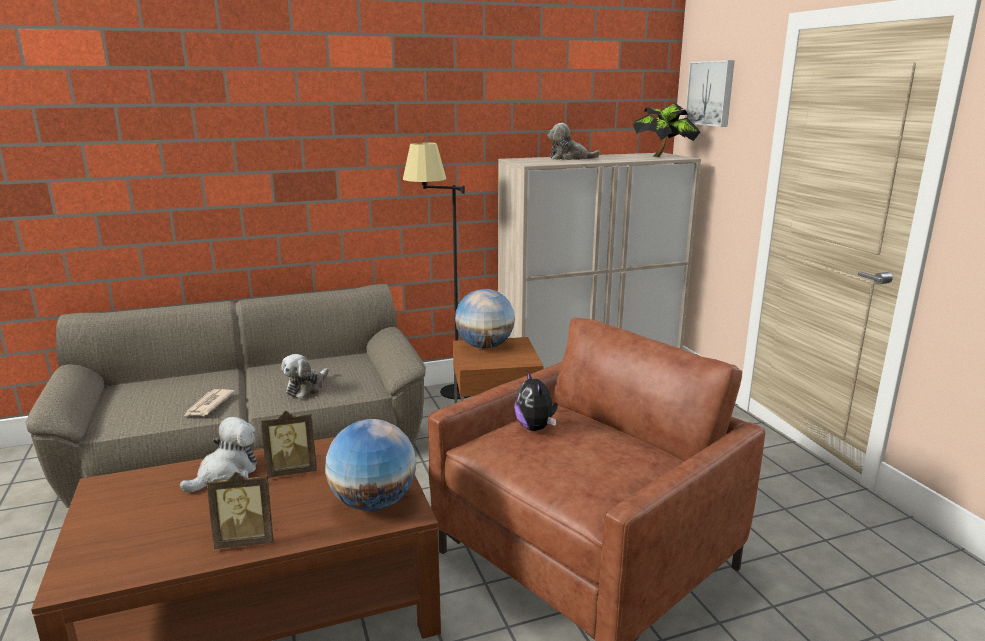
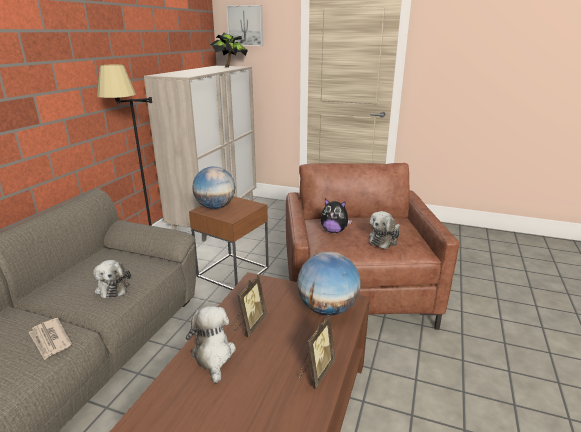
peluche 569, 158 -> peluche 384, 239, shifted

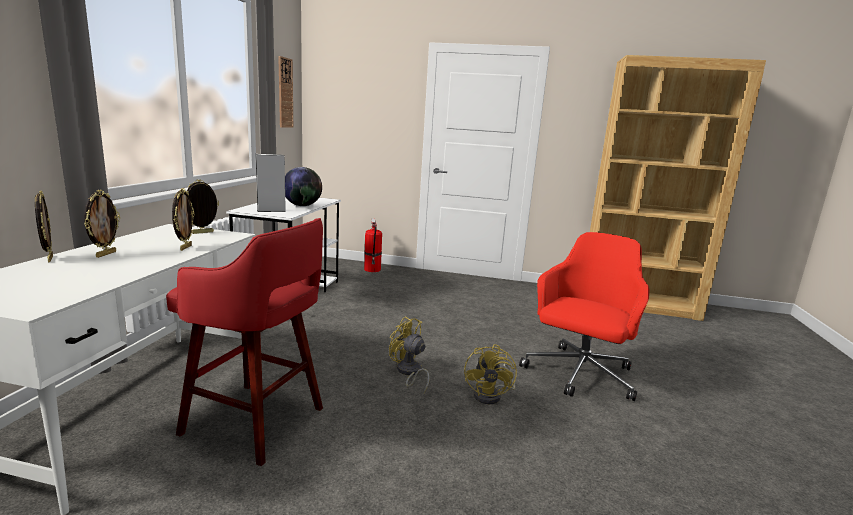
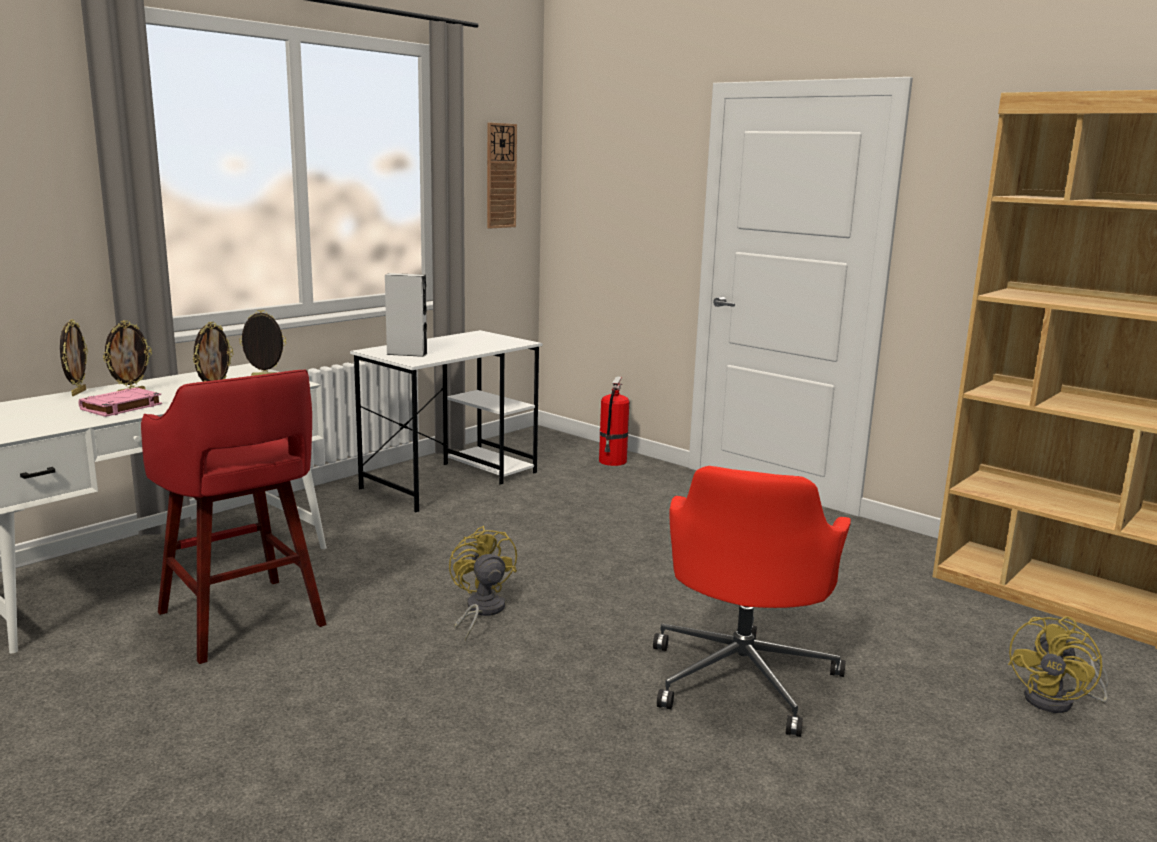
globo terráqueo 302, 205 -> none
none -> libro [rosa] 121, 407
ventilador [amarillo] 492, 395 -> ventilador [amarillo] 1058, 701, shifted
silla de oficina [rojo] 579, 375 -> silla de oficina [rojo] 742, 677, 135 degrees clockwise

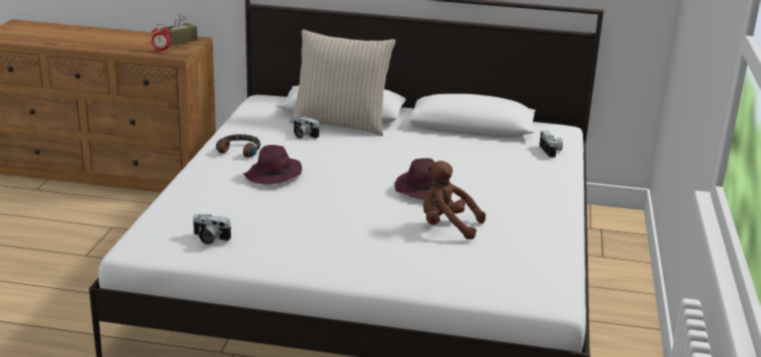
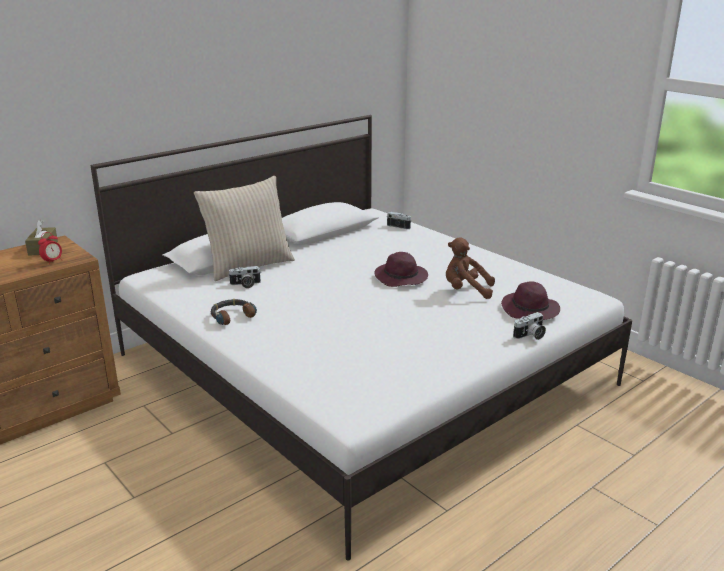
cámara 209, 238 -> cámara 530, 335, shifted
sombrero [morado] 273, 175 -> sombrero [morado] 530, 310, shifted
peluche [marrón] 447, 226 -> peluche [marrón] 466, 291, 45 degrees clockwise

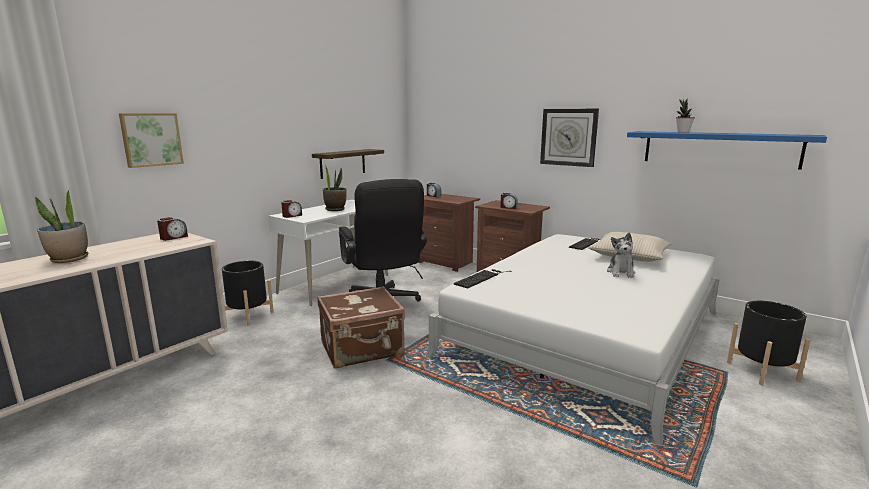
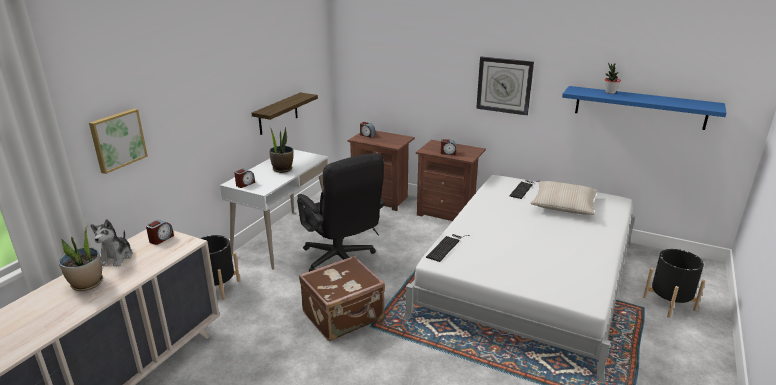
peluche 621, 272 -> peluche 117, 257, shifted

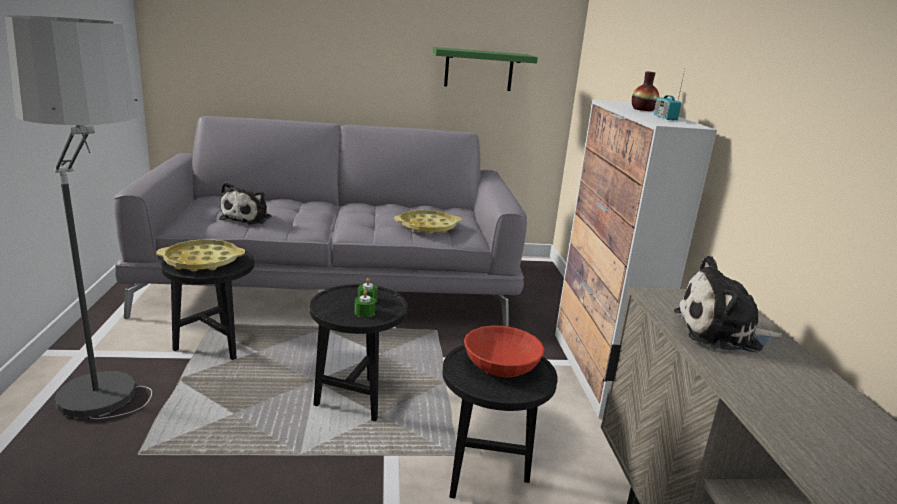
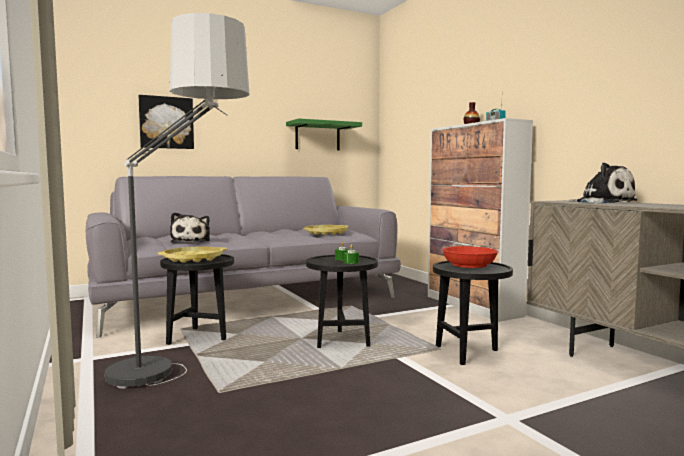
none -> cuadro 166, 123
peluche 722, 332 -> peluche 603, 202, 105 degrees counterclockwise

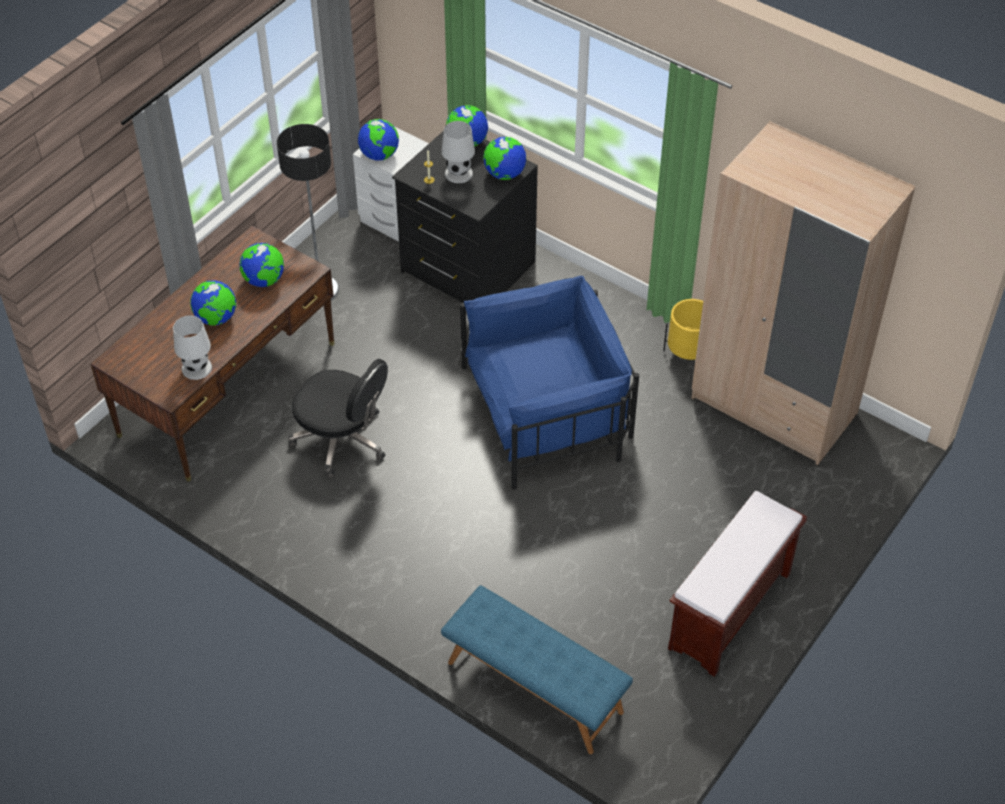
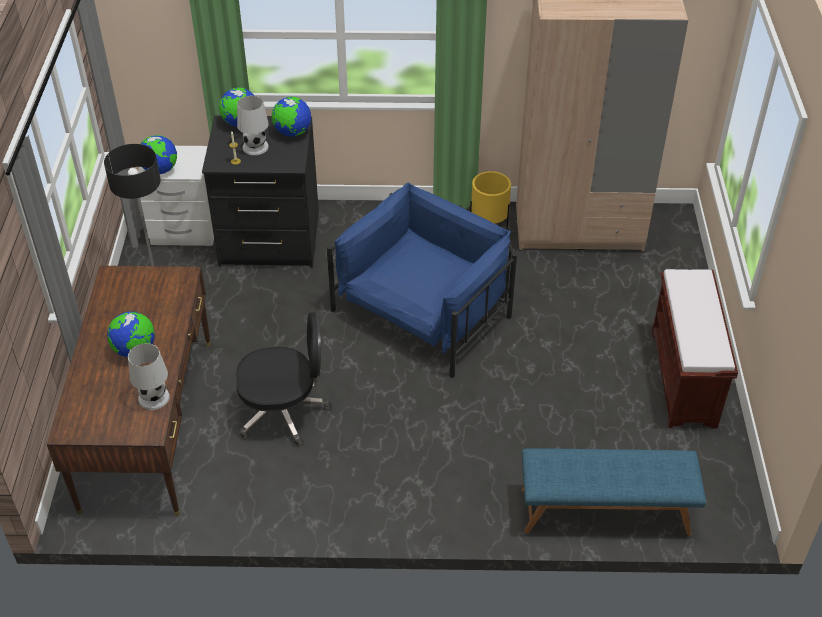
globo terráqueo 264, 280 -> none

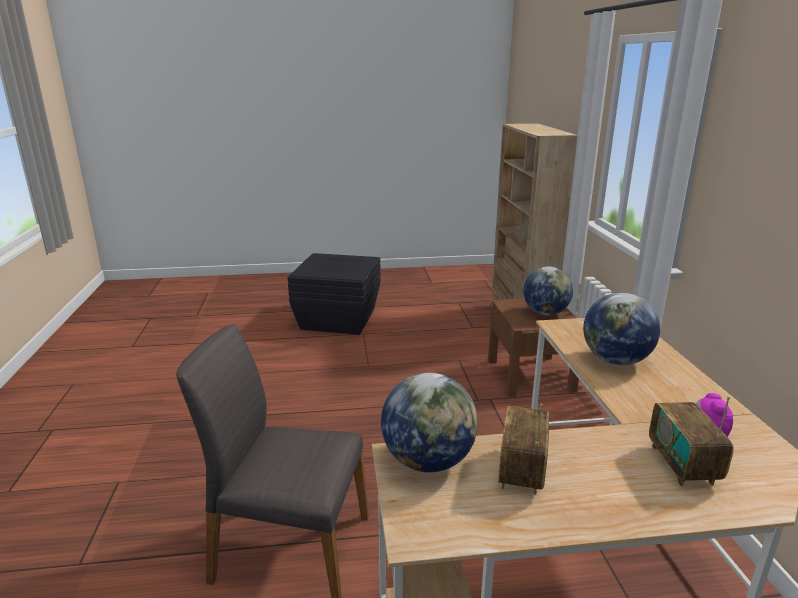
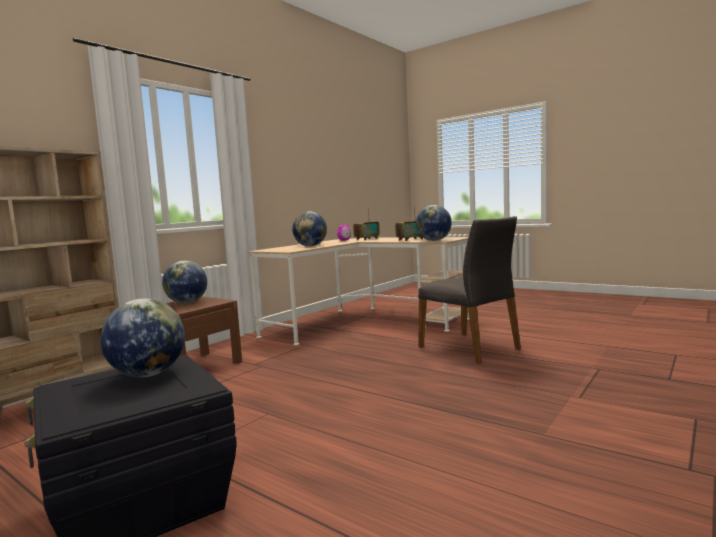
none -> globo terráqueo 148, 374

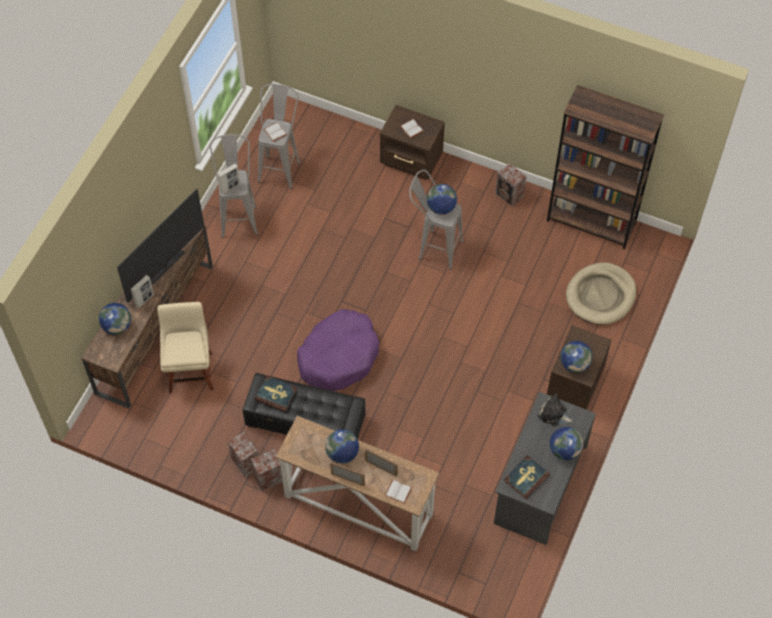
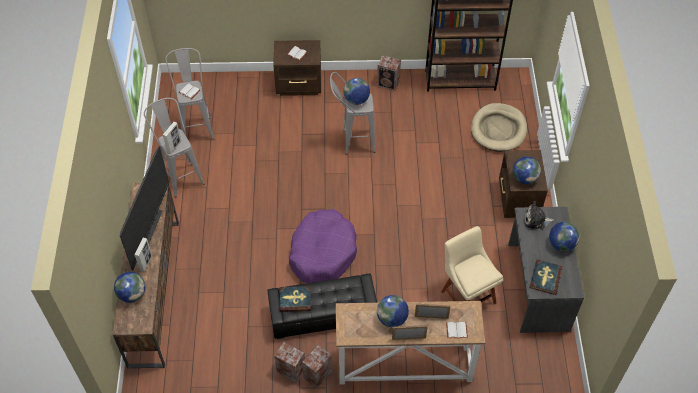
silla [beis] 190, 370 -> silla [beis] 466, 295, shifted

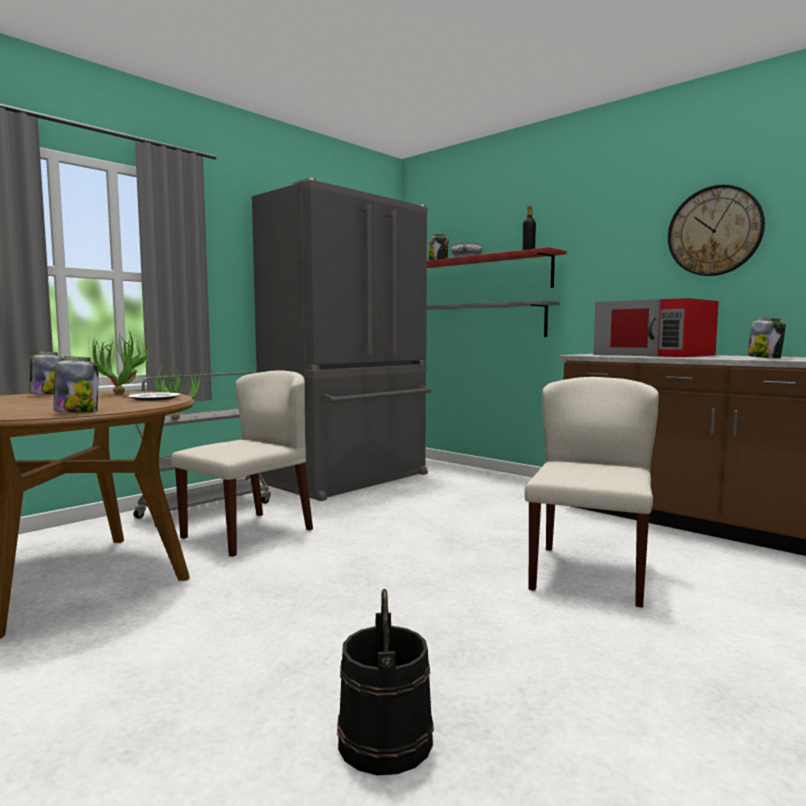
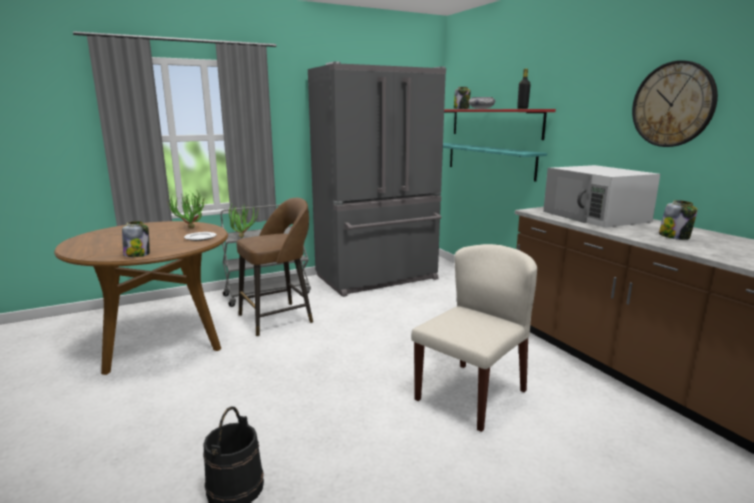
tarro 47, 394 -> none
silla [beis] 248, 533 -> taburete [marrón] 278, 318
estante [gris] 476, 321 -> estante [turquesa] 489, 160
microondas [rojo] 654, 355 -> microondas [blanco] 596, 216

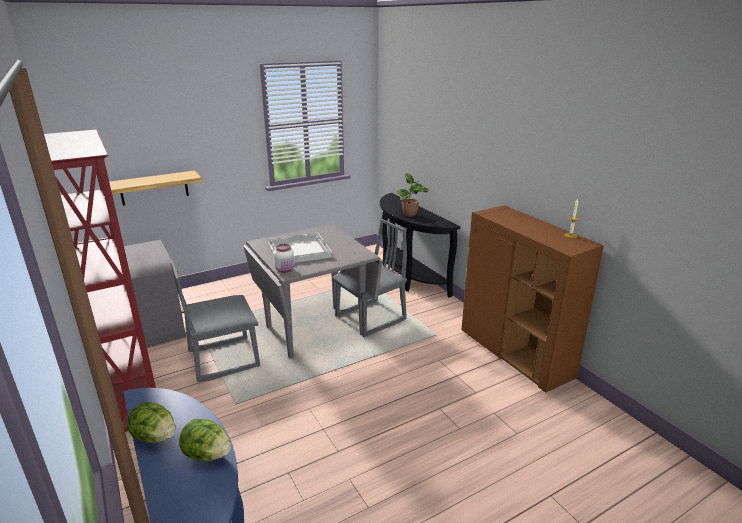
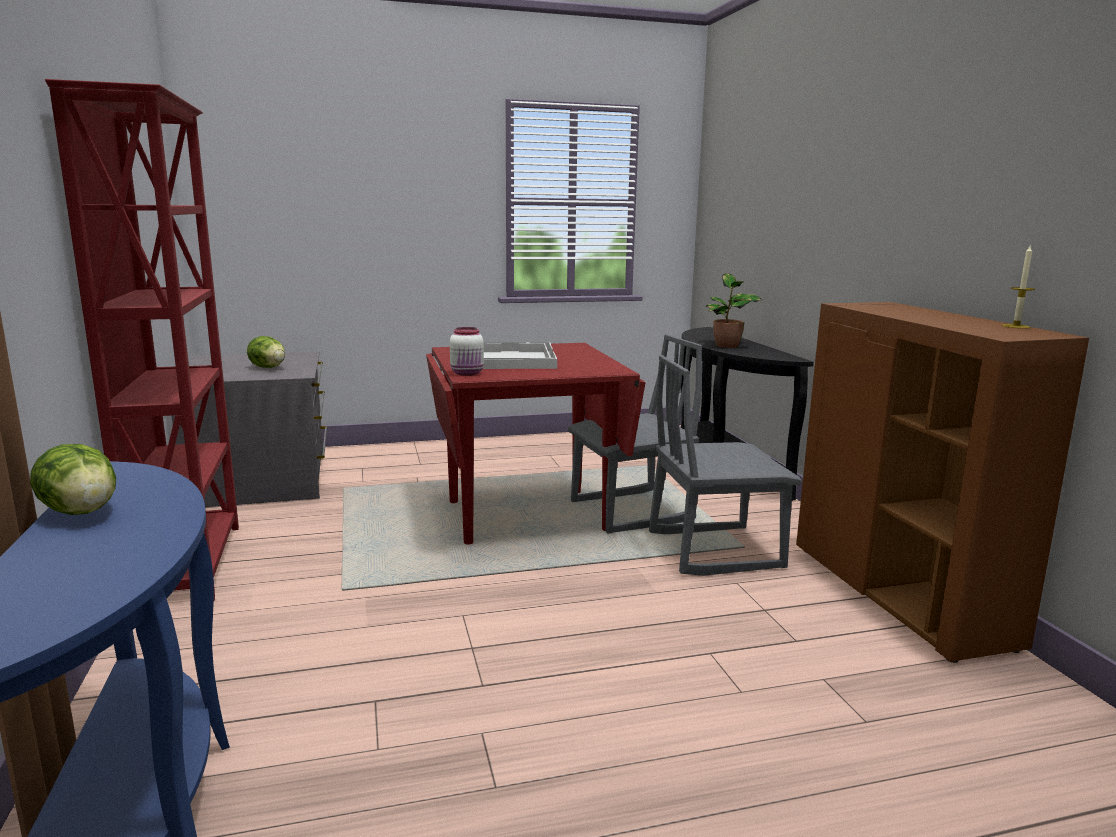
estante 154, 188 -> none
silla [gris] 223, 359 -> silla [gris] 714, 550, shifted
lechuga 207, 454 -> lechuga 268, 367, shifted
mesa de comedor [gris] 314, 330 -> mesa de comedor [rojo] 526, 515

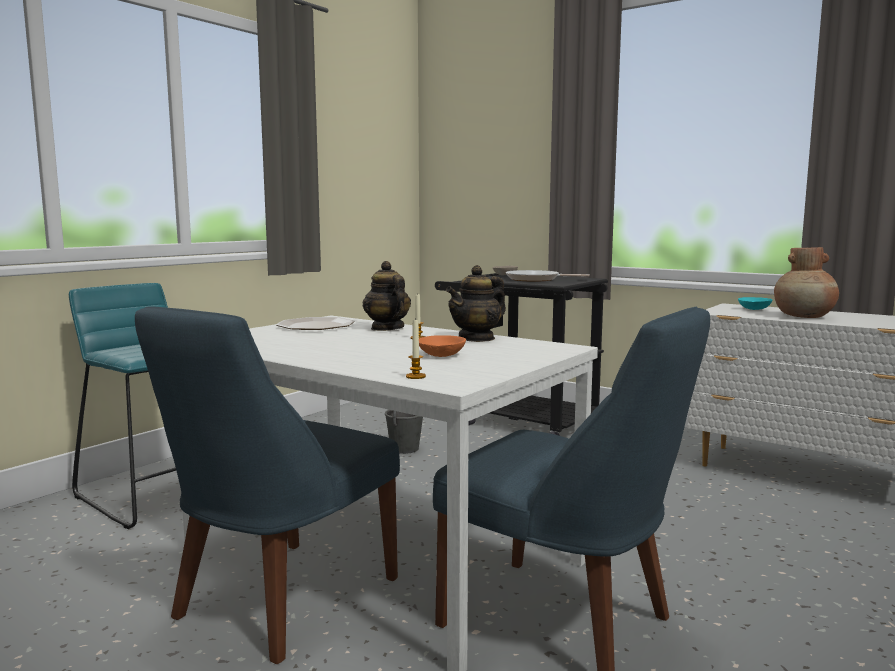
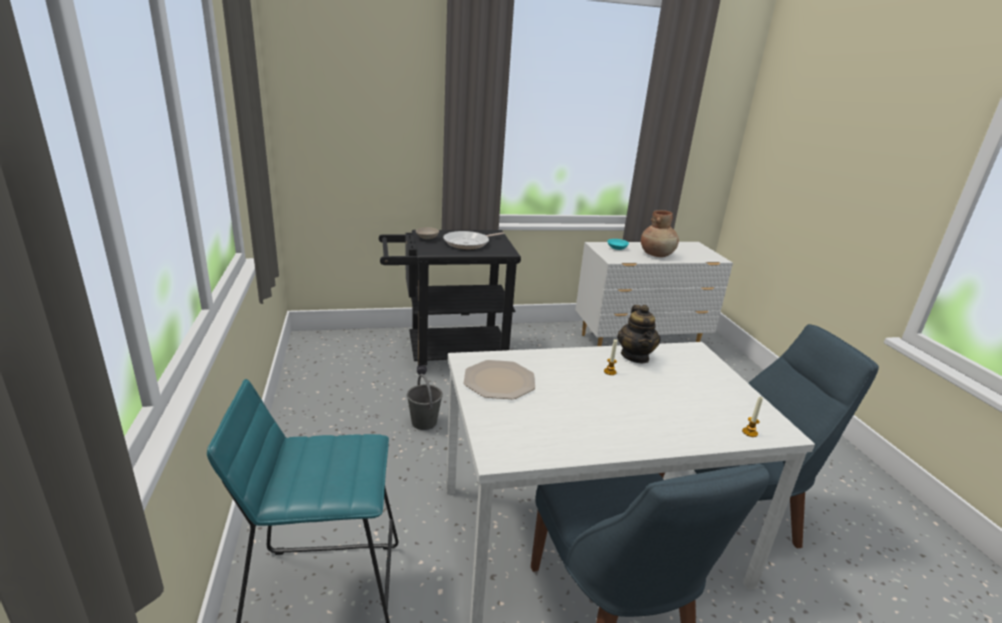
tetera 387, 328 -> none
cuenco [naranja] 442, 354 -> none

